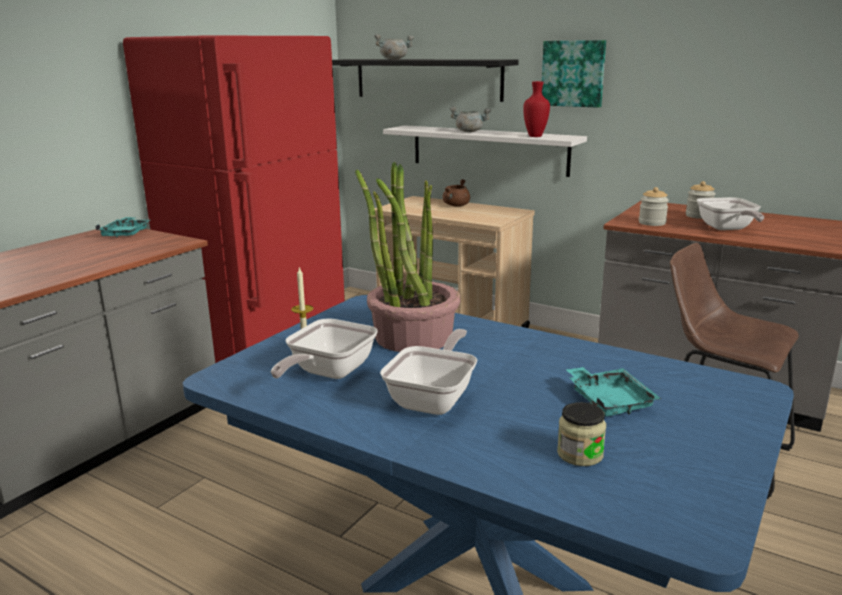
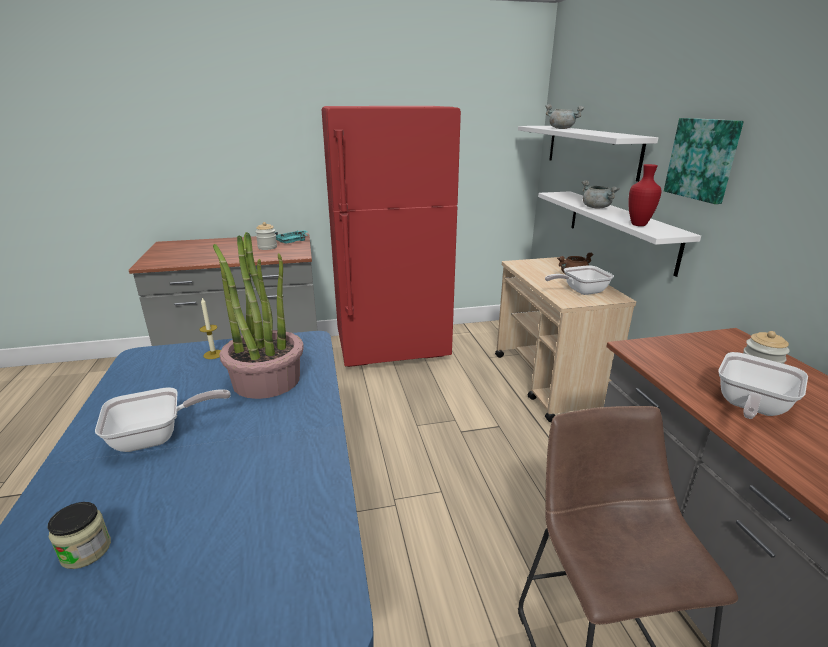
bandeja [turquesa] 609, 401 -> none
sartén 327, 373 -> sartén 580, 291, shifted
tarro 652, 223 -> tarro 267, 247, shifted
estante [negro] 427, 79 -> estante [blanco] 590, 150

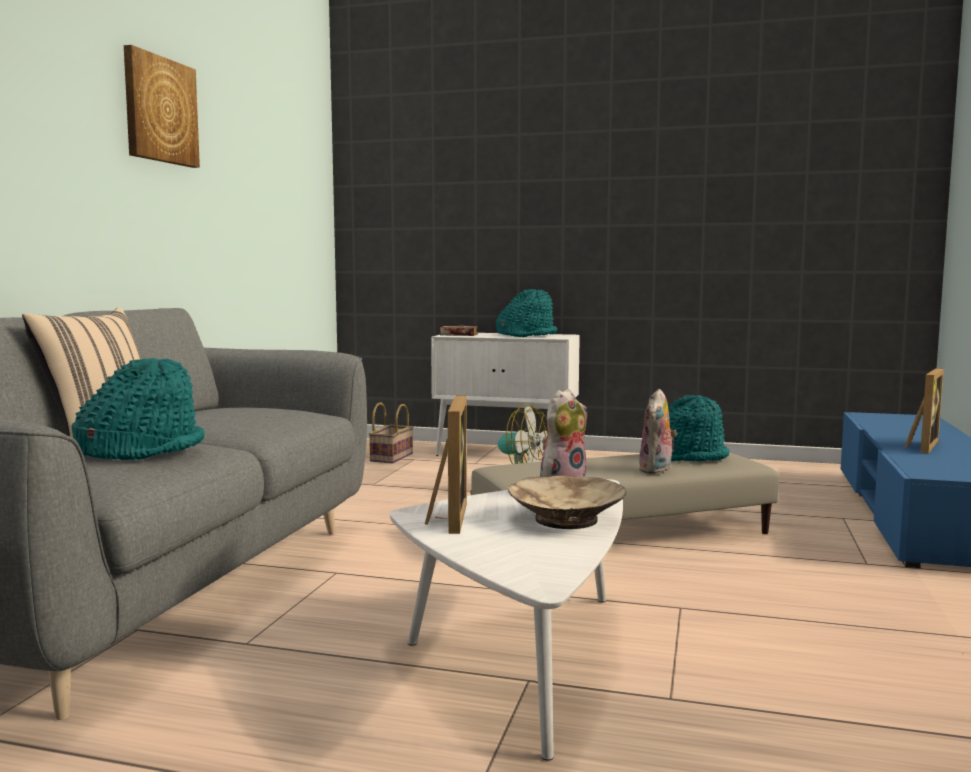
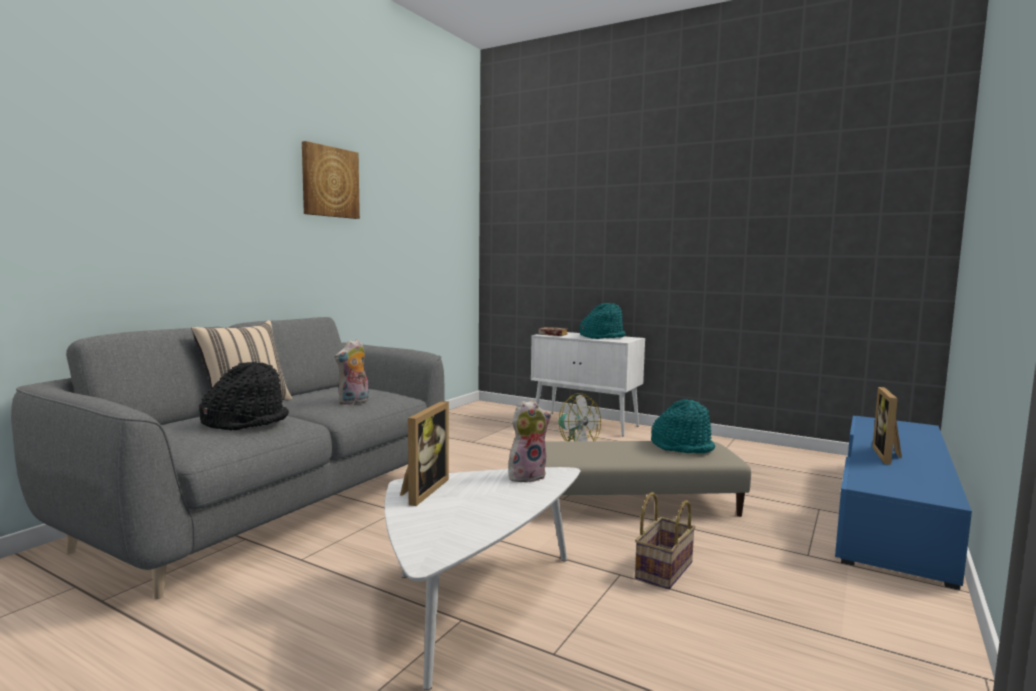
cuenco [beis] 565, 519 -> none
cesta 391, 457 -> cesta 663, 569, shifted
peluche 657, 470 -> peluche 354, 402, shifted
sombrero [turquesa] 141, 450 -> sombrero [negro] 246, 422
portarretratos 920, 446 -> portarretratos 889, 456, 150 degrees clockwise

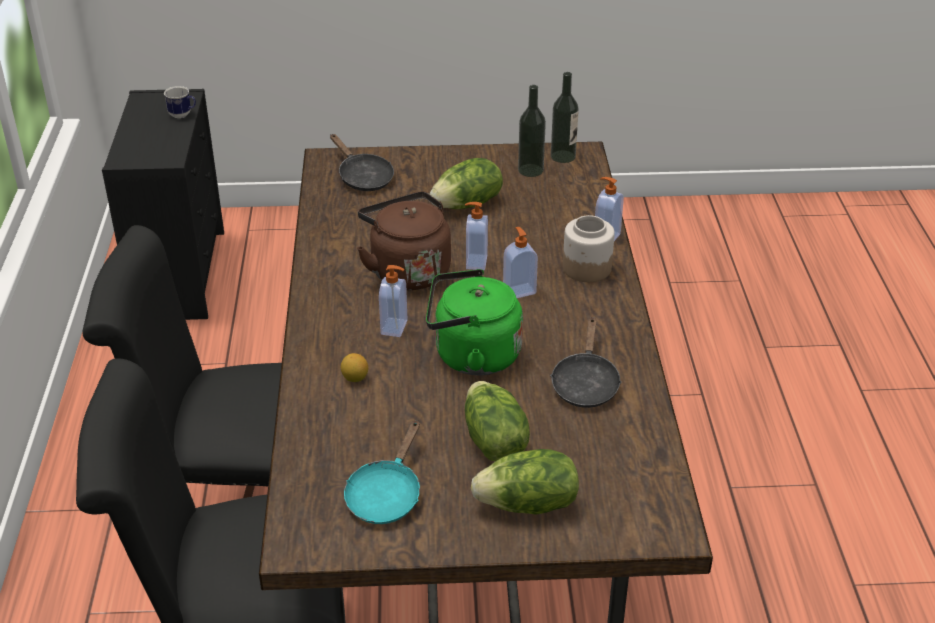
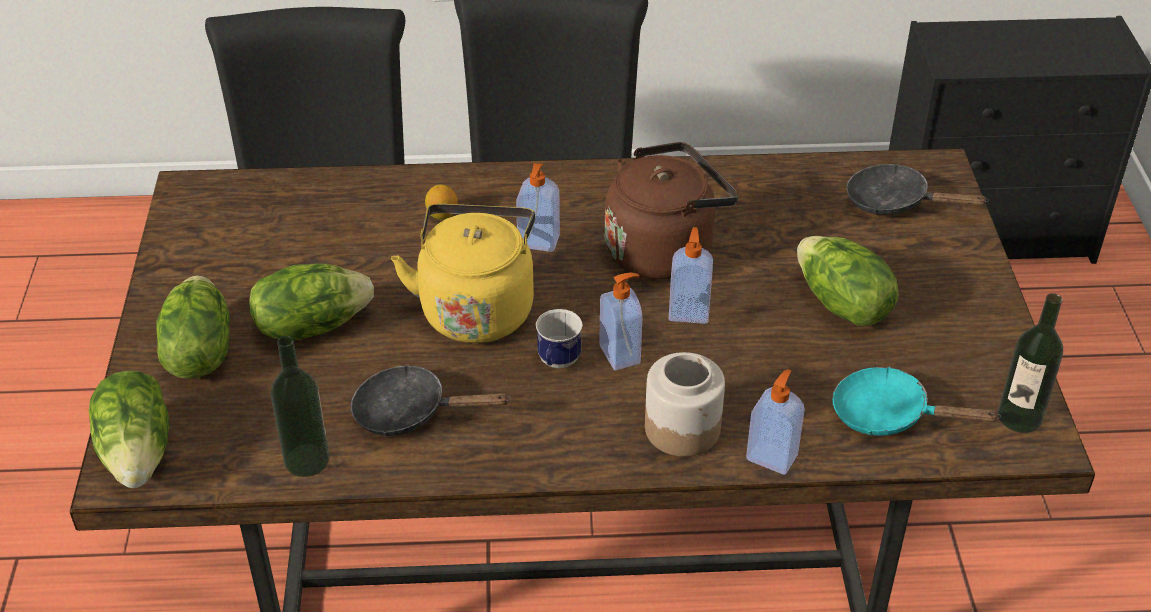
none -> lechuga 139, 452
taza grande 183, 115 -> taza grande 557, 363, shifted
sartén [turquesa] 386, 495 -> sartén [turquesa] 889, 415, shifted
botella 530, 170 -> botella 306, 460, shifted
hervidor [verde] 471, 356 -> hervidor [amarillo] 477, 308
sartén [negro] 363, 177 -> sartén [negro] 894, 202, 60 degrees clockwise

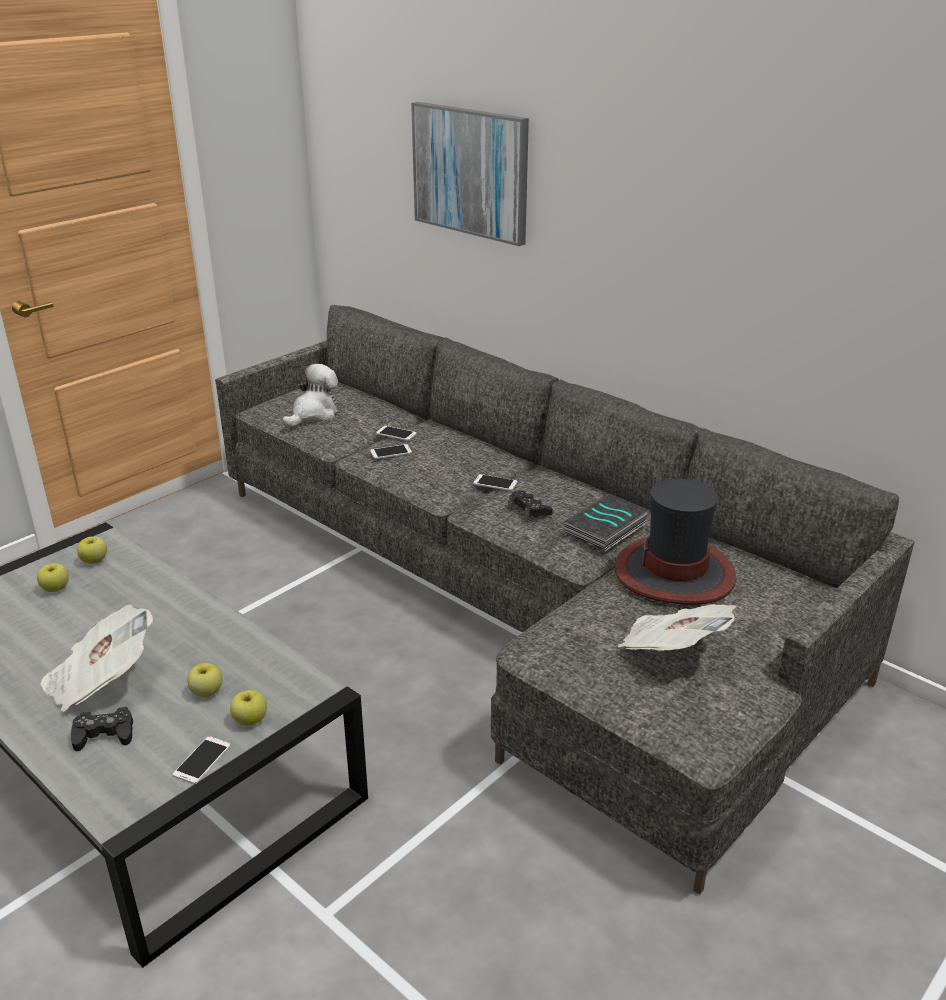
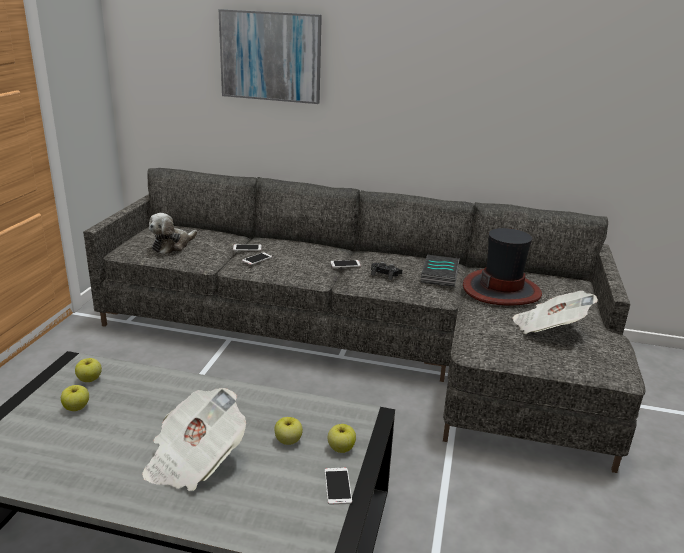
mando de consola [negro] 104, 734 -> none
peluche 313, 414 -> peluche 172, 246, 150 degrees counterclockwise

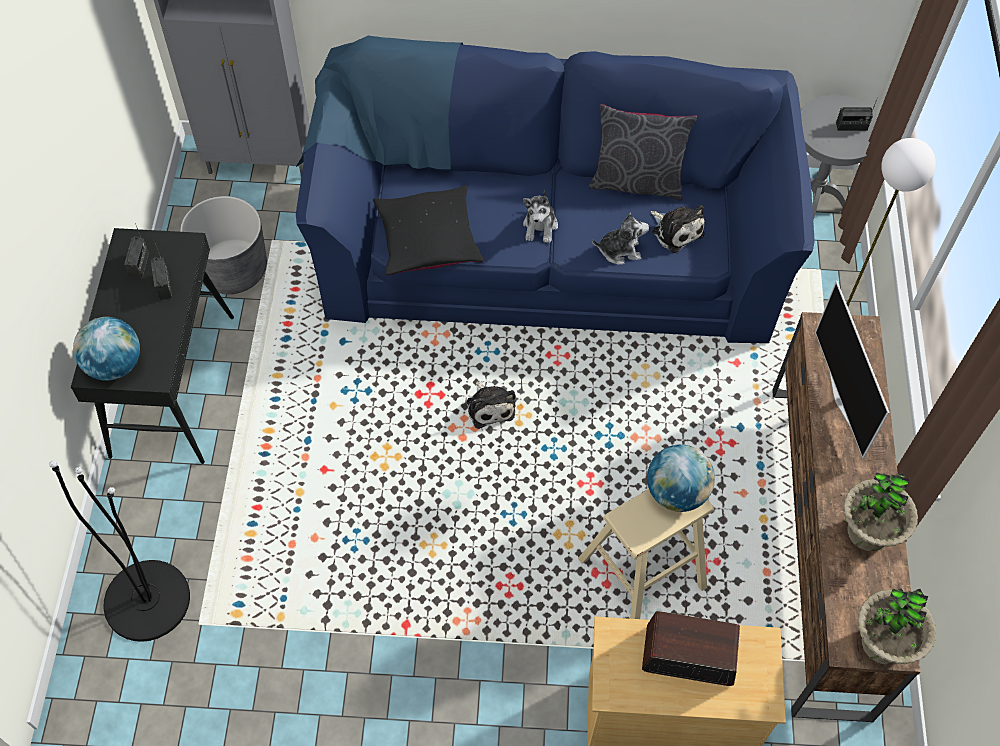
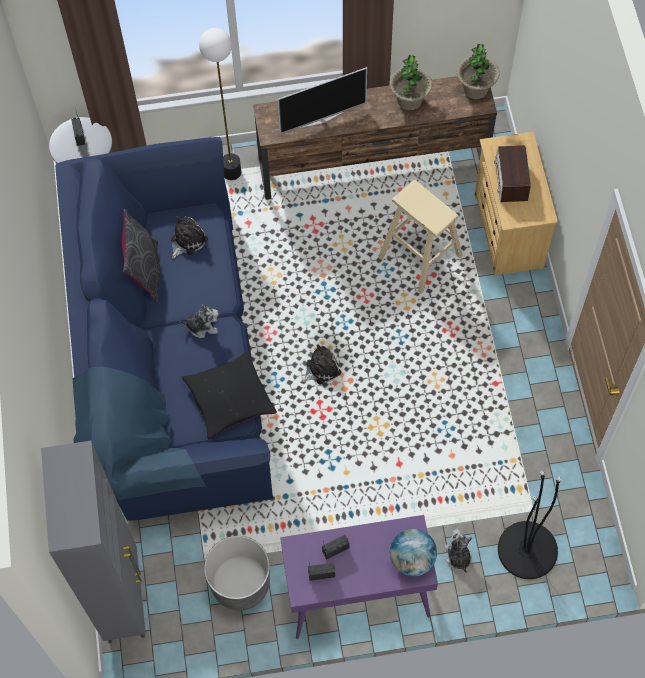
globo terráqueo 676, 493 -> none
peluche 619, 250 -> peluche 457, 556, shifted
mesa consola [negro] 173, 384 -> mesa consola [morado] 356, 593

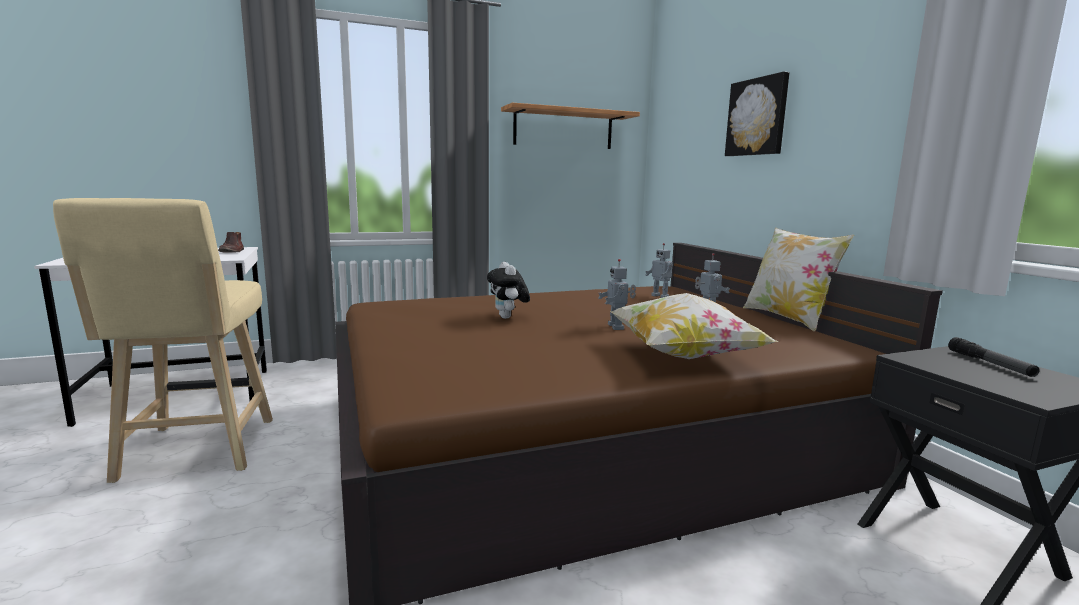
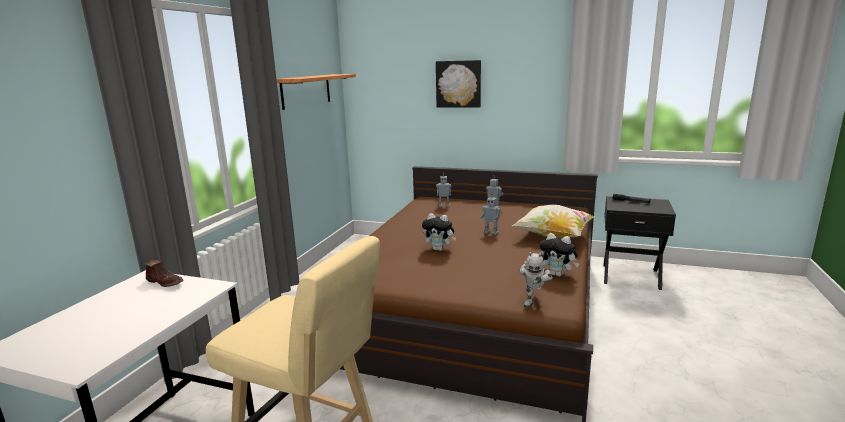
cojín 788, 318 -> none
none -> robot de juguete 533, 301
none -> peluche 558, 274

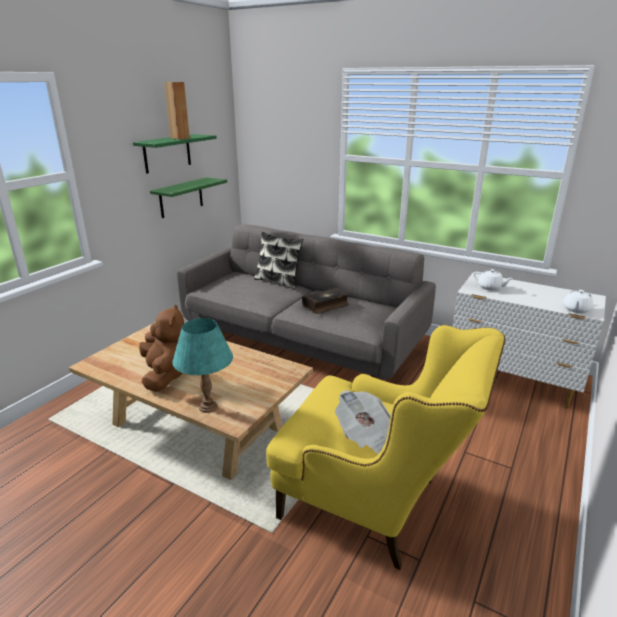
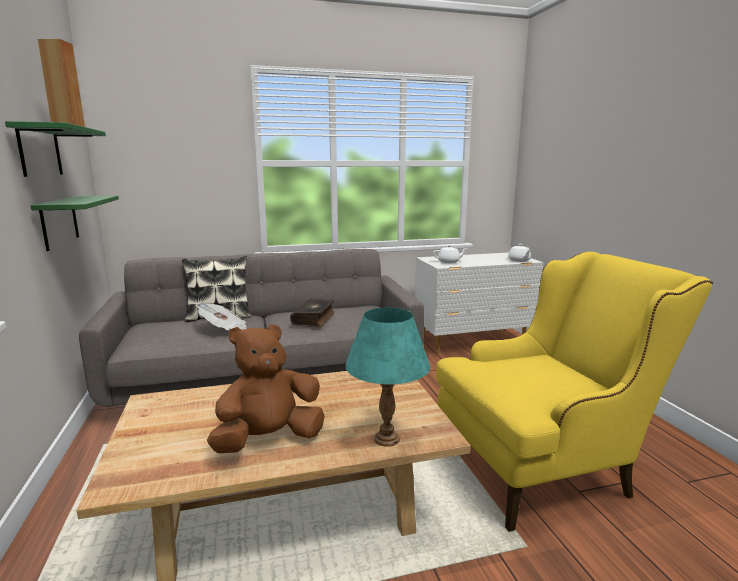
periódico 367, 437 -> periódico 225, 330, shifted
peluche [marrón] 164, 375 -> peluche [marrón] 269, 440, 60 degrees counterclockwise

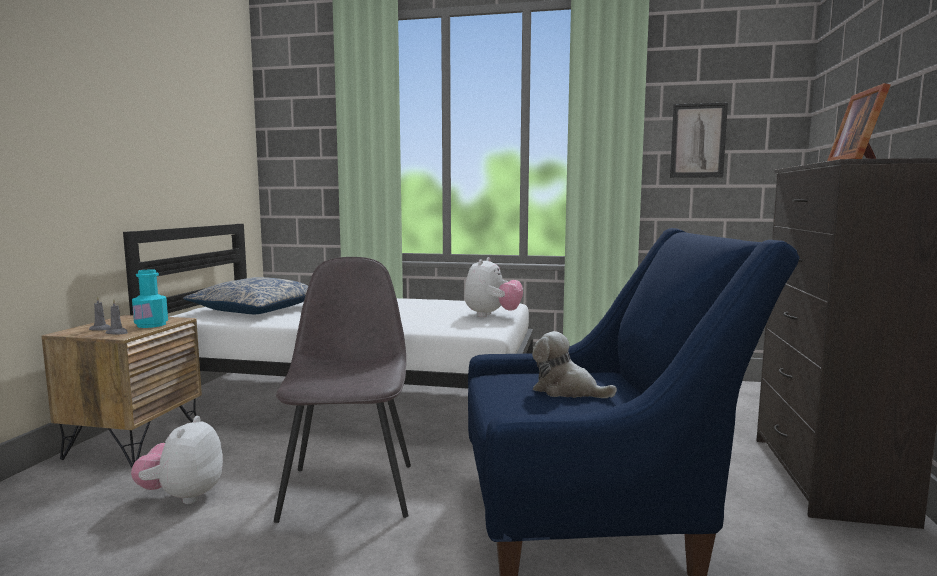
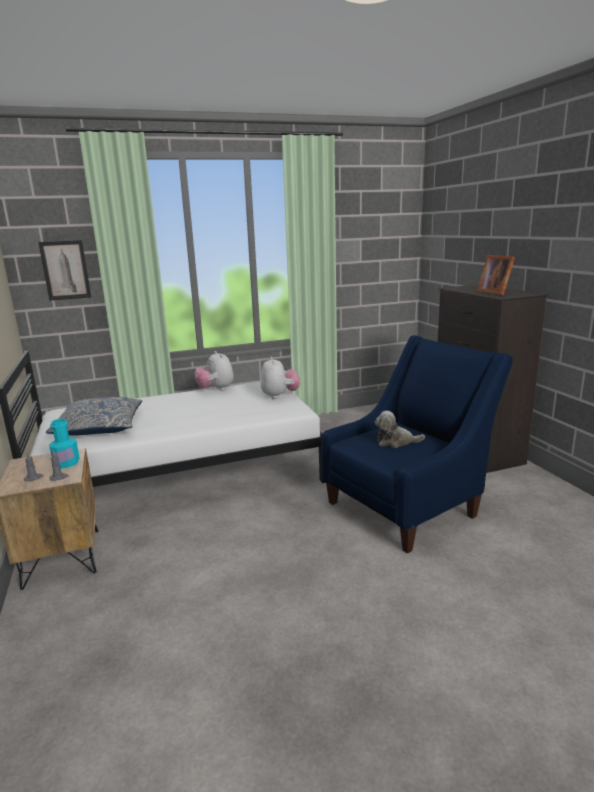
silla [gris] 349, 489 -> none
peluche 183, 496 -> peluche 216, 389, shifted
cuadro 698, 140 -> cuadro 65, 270, shifted

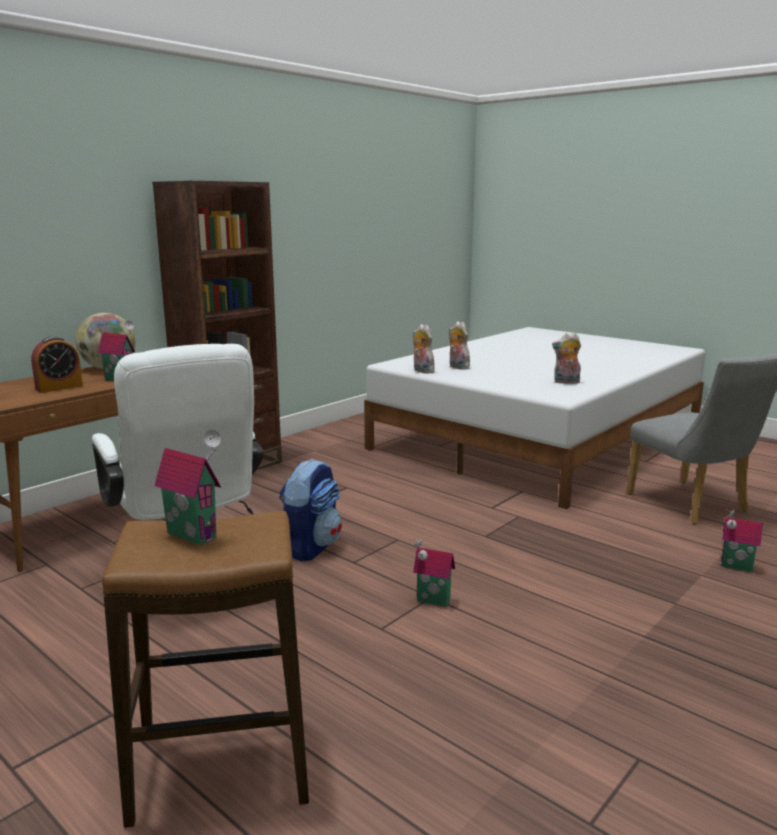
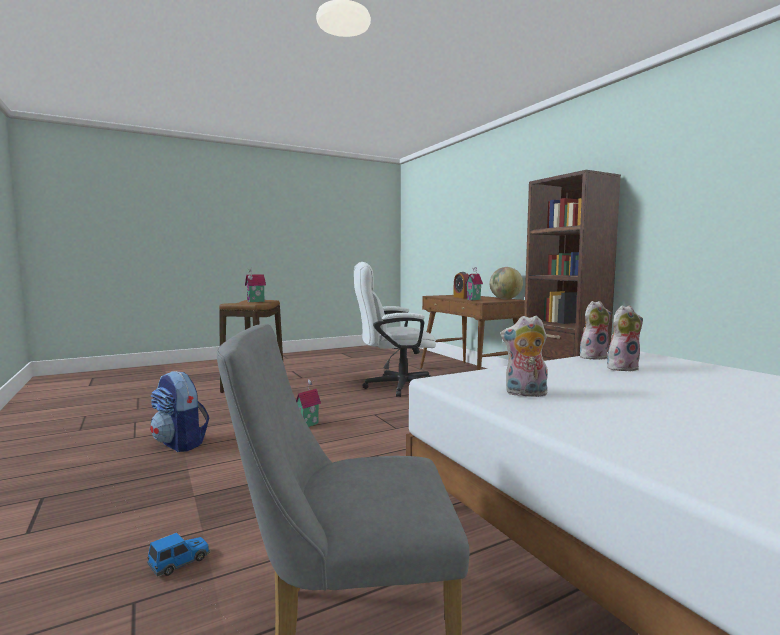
mochila 311, 547 -> mochila 180, 444, shifted
casita 736, 567 -> coche de juguete 180, 562
peluche 566, 382 -> peluche 525, 394, 105 degrees counterclockwise

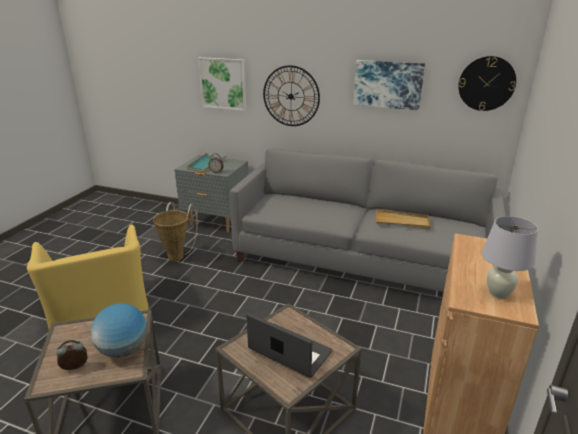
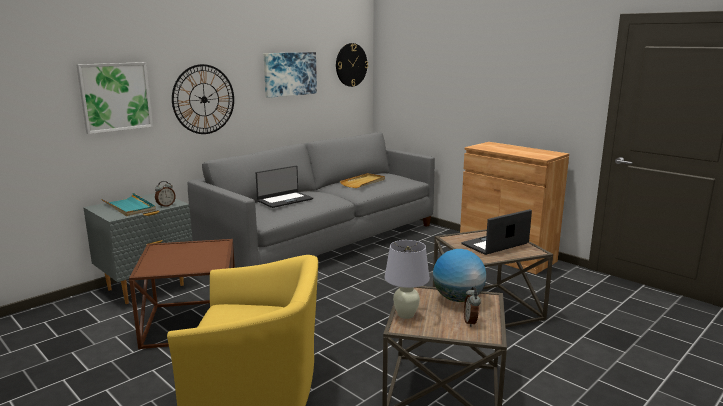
none -> portátil 284, 200
lámpara de mesa [blanco] 498, 294 -> lámpara de mesa [blanco] 406, 315, shifted
cesta 178, 256 -> mesa auxiliar [marrón] 192, 322

